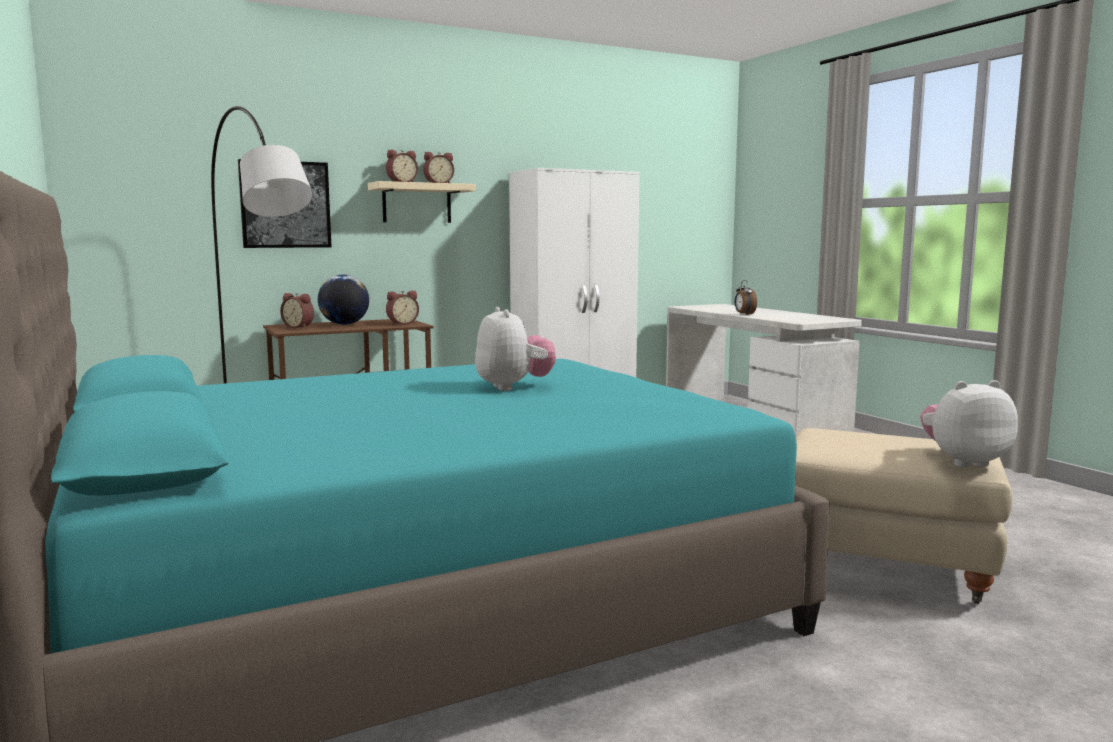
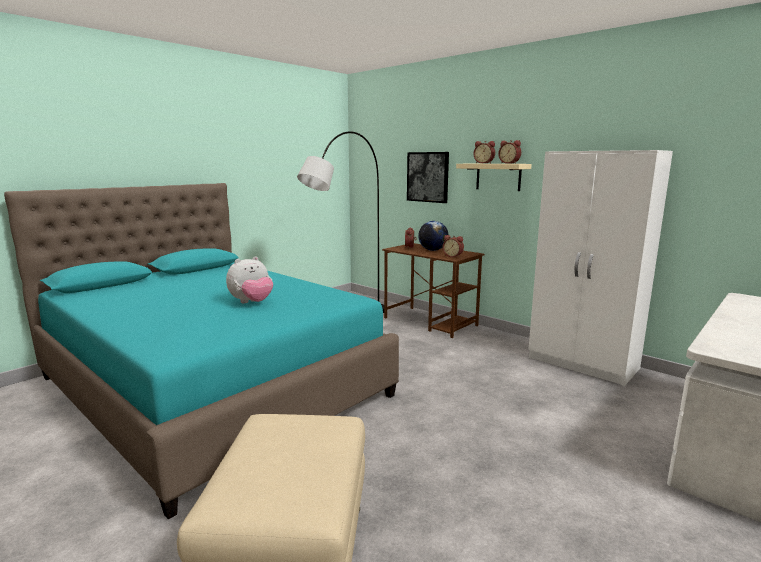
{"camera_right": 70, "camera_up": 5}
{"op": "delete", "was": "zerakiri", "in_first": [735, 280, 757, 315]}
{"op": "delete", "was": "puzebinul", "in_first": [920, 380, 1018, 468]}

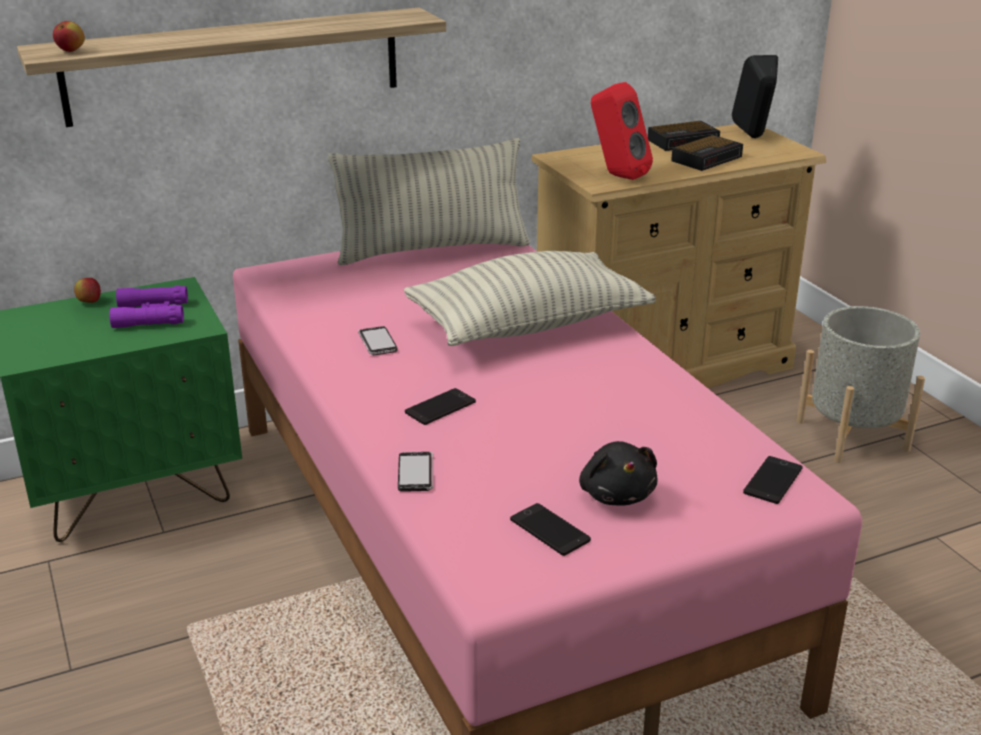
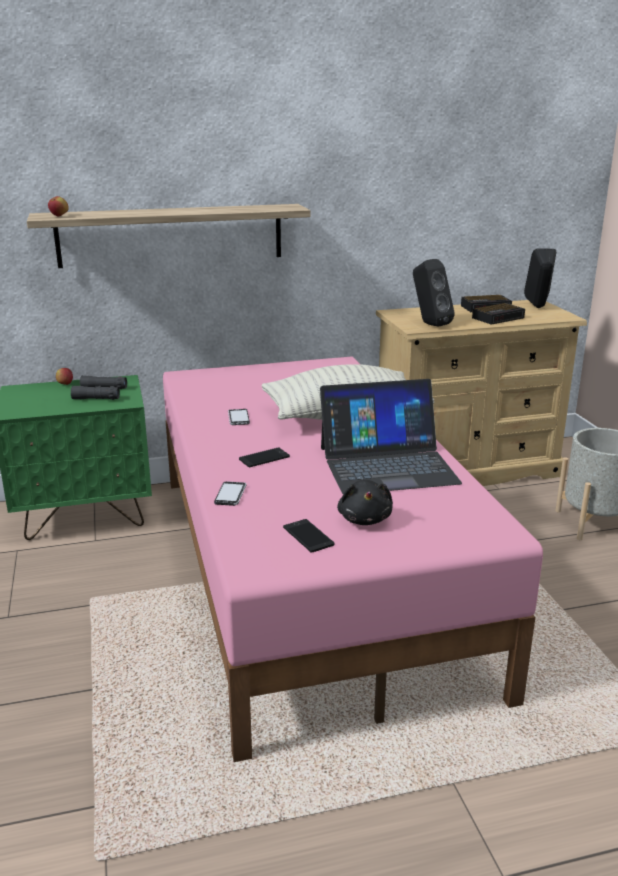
{"camera_right": 10, "camera_up": -5}
{"op": "recolor", "was": "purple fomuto", "now": "black fomuto", "in_first": [109, 286, 188, 328], "in_second": [71, 376, 127, 400]}
{"op": "insert", "now": "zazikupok", "in_second": [320, 379, 462, 494]}
{"op": "recolor", "was": "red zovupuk", "now": "black zovupuk", "in_first": [591, 82, 653, 180], "in_second": [413, 259, 455, 327]}
{"op": "delete", "was": "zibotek", "in_first": [328, 138, 530, 265]}
{"op": "delete", "was": "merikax", "in_first": [743, 456, 803, 504]}

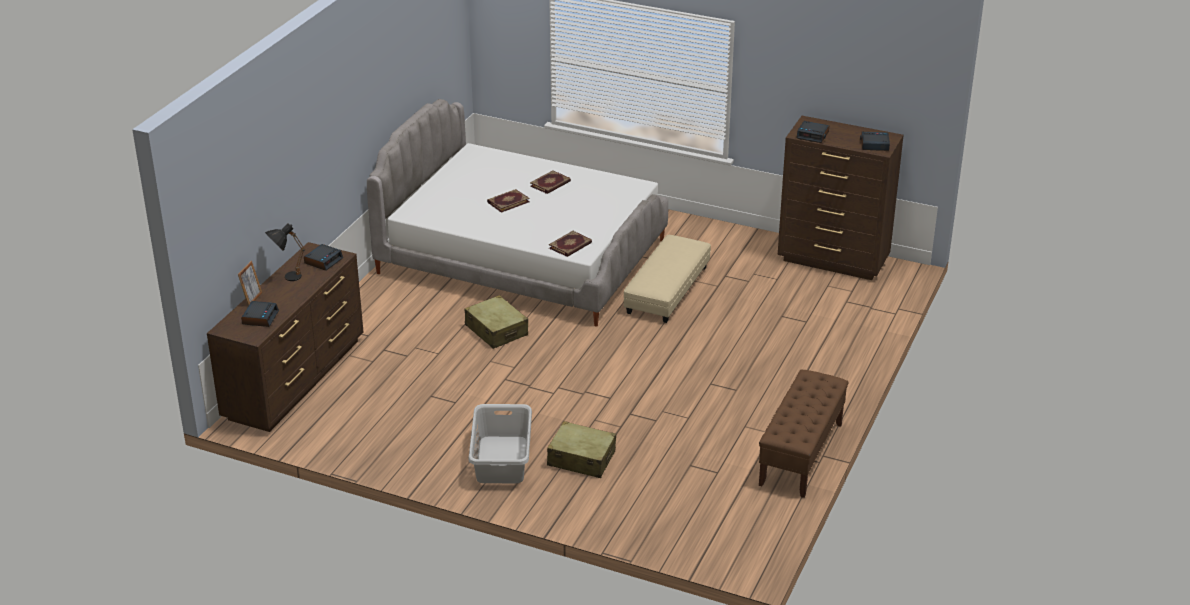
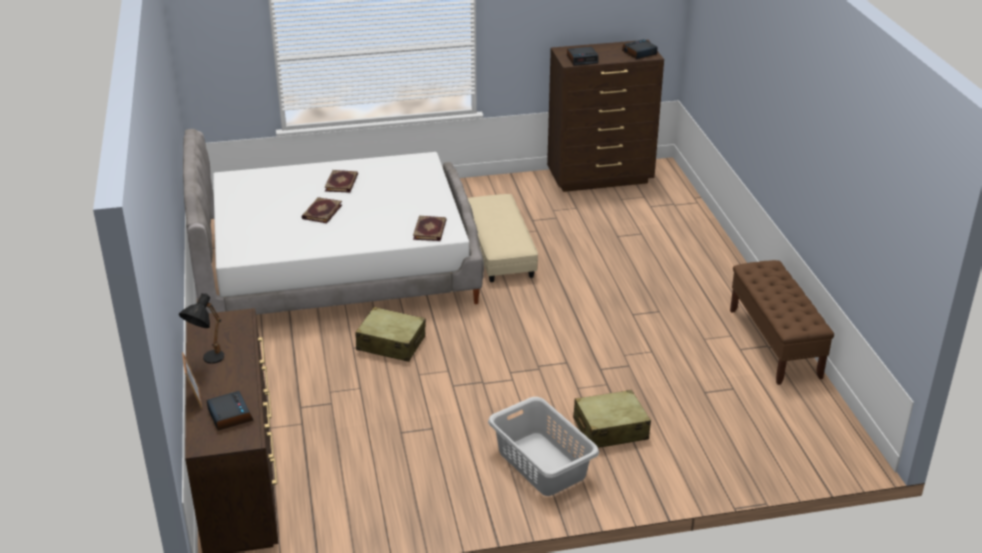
{"camera_right": -35, "camera_up": 0}
{"op": "delete", "was": "zerakiri", "in_first": [304, 244, 343, 271]}

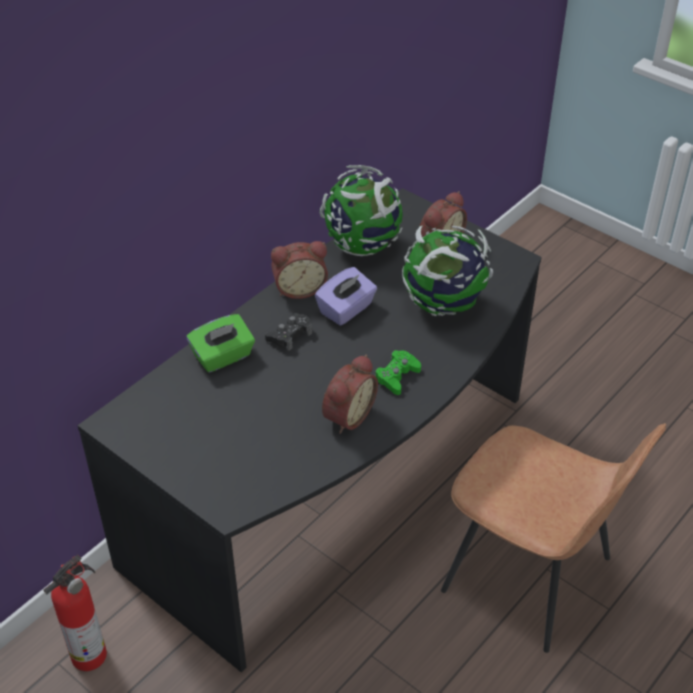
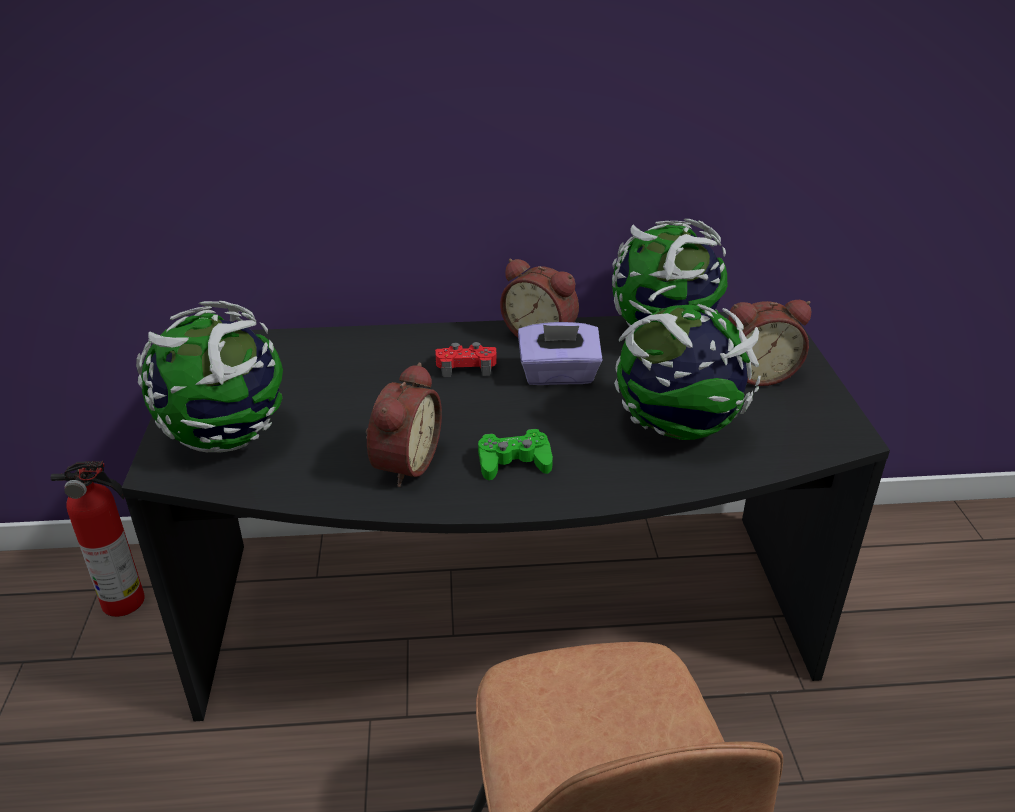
{"camera_right": 45, "camera_up": -10}
{"op": "insert", "now": "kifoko", "in_second": [136, 301, 283, 452]}
{"op": "rotate", "was": "zerakiri", "in_first": [322, 355, 378, 434], "in_second": [366, 363, 442, 487], "clockwise": -60}
{"op": "recolor", "was": "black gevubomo", "now": "red gevubomo", "in_first": [265, 313, 312, 351], "in_second": [435, 342, 497, 377]}
{"op": "delete", "was": "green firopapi", "in_first": [186, 314, 255, 373]}

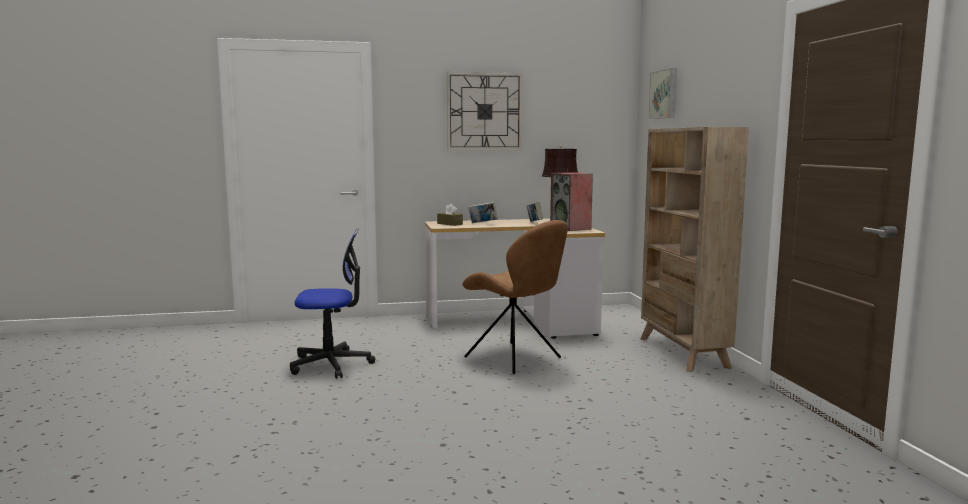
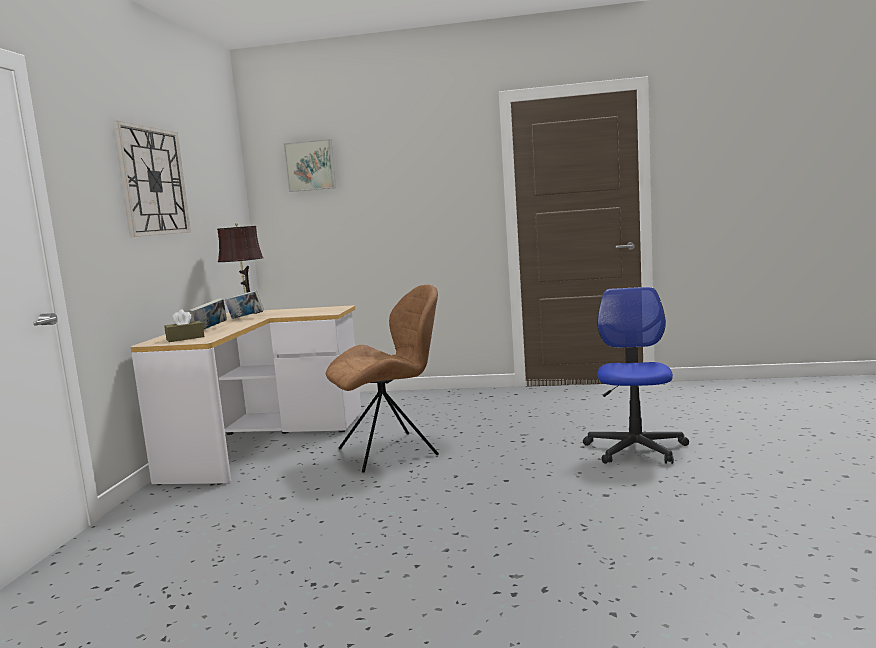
{"camera_right": -70, "camera_up": 0}
{"op": "move", "was": "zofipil", "in_first": [290, 228, 375, 379], "in_second": [583, 287, 689, 464]}
{"op": "delete", "was": "zovupuk", "in_first": [550, 172, 593, 231]}
{"op": "delete", "was": "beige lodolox", "in_first": [640, 127, 749, 372]}

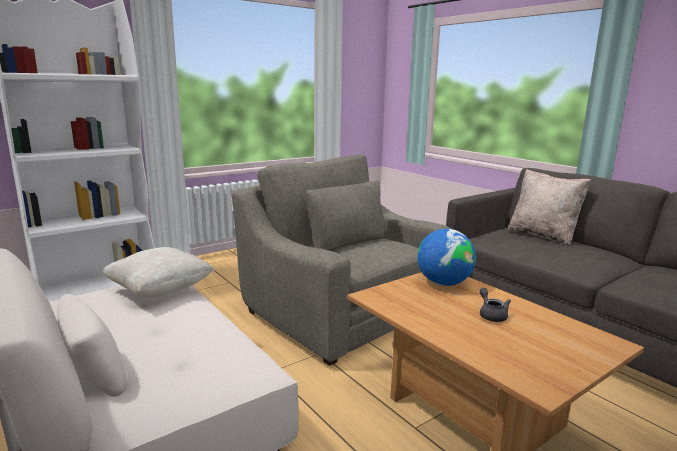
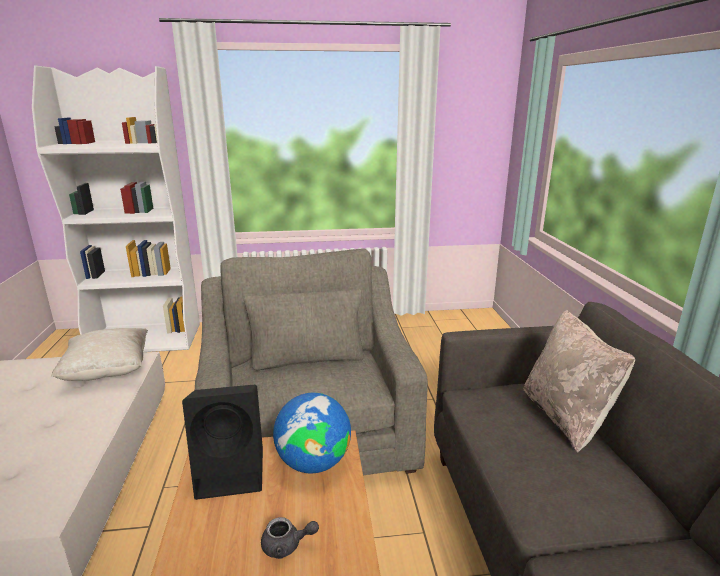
{"camera_right": 30, "camera_up": 5}
{"op": "insert", "now": "black zovupuk", "in_second": [182, 385, 263, 500]}
{"op": "rotate", "was": "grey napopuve", "in_first": [479, 288, 511, 322], "in_second": [261, 517, 319, 559], "clockwise": 75}

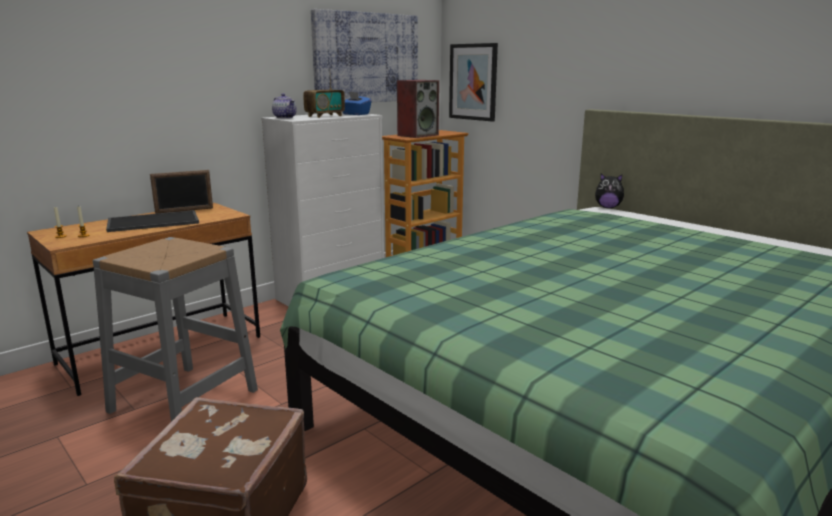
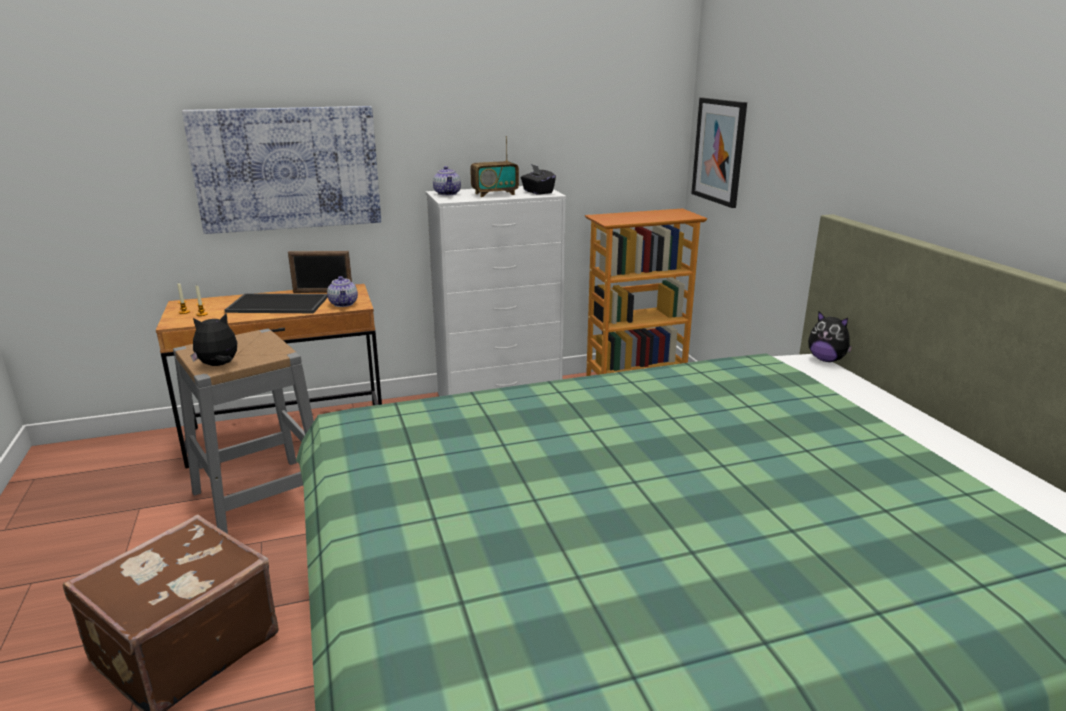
{"camera_right": 25, "camera_up": 5}
{"op": "move", "was": "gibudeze", "in_first": [311, 9, 418, 102], "in_second": [182, 106, 381, 234]}
{"op": "insert", "now": "puzebinul", "in_second": [191, 313, 237, 366]}
{"op": "insert", "now": "napopuve", "in_second": [327, 276, 358, 307]}
{"op": "recolor", "was": "blue firopapi", "now": "black firopapi", "in_first": [343, 92, 372, 115], "in_second": [521, 164, 556, 195]}
{"op": "delete", "was": "zovupuk", "in_first": [397, 80, 439, 138]}

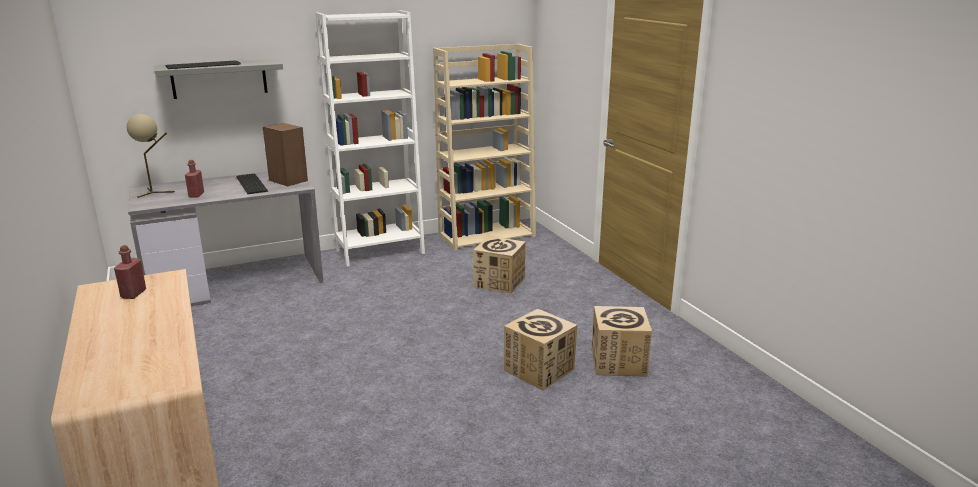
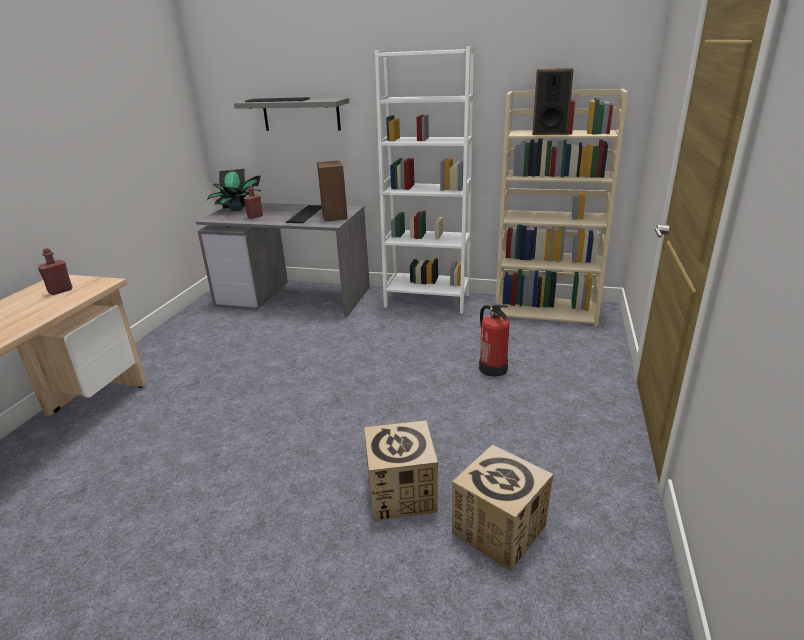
{"camera_right": 40, "camera_up": 5}
{"op": "replace", "was": "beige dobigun", "now": "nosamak", "in_first": [127, 114, 175, 198], "in_second": [207, 169, 261, 211]}
{"op": "replace", "was": "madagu", "now": "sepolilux", "in_first": [473, 236, 526, 294], "in_second": [479, 304, 510, 377]}
{"op": "insert", "now": "zovupuk", "in_second": [533, 68, 574, 135]}

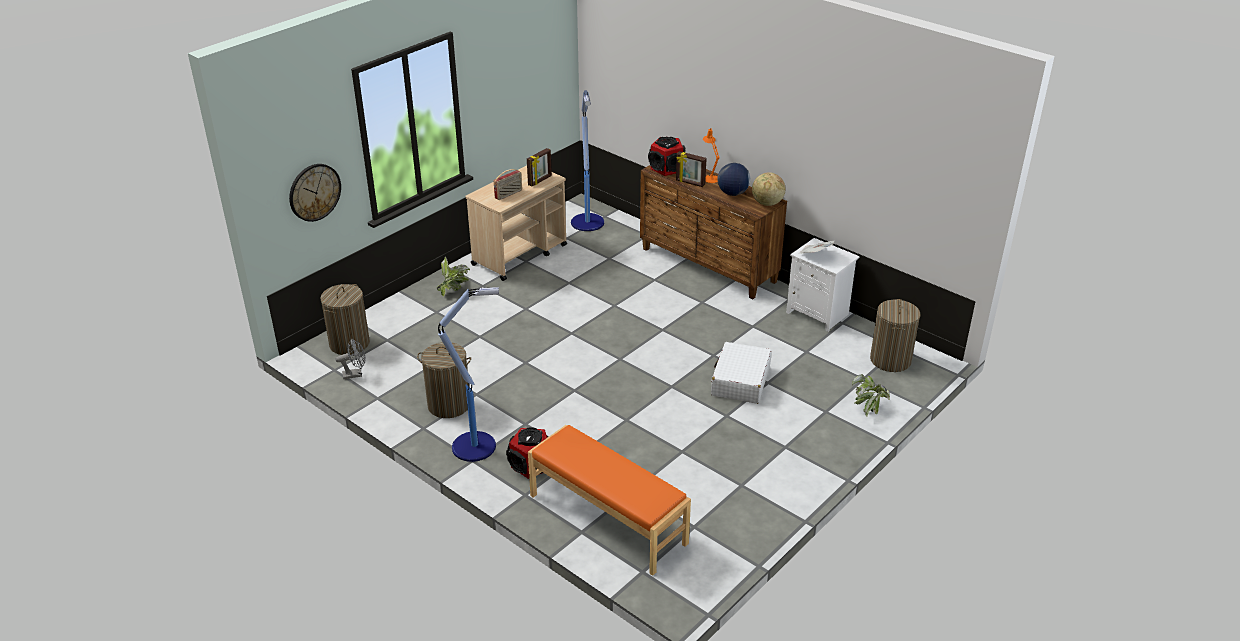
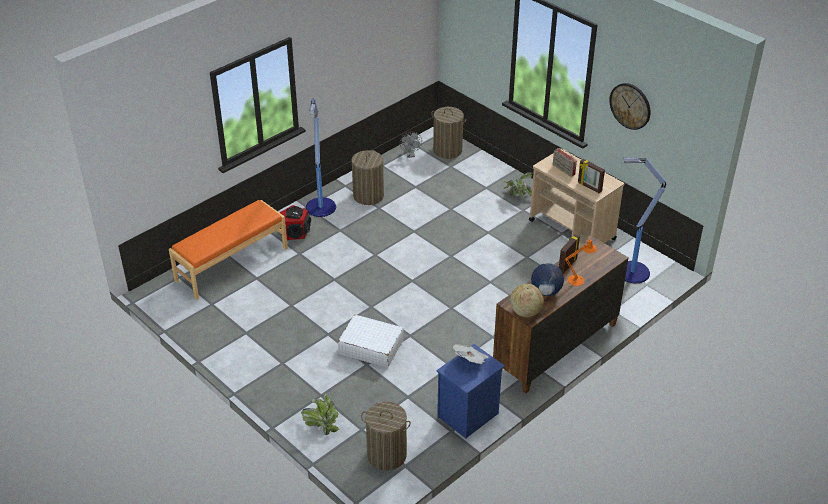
{"camera_right": 95, "camera_up": 5}
{"op": "recolor", "was": "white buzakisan", "now": "blue buzakisan", "in_first": [786, 238, 860, 332], "in_second": [437, 344, 505, 438]}
{"op": "move", "was": "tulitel", "in_first": [289, 164, 341, 222], "in_second": [609, 83, 650, 130]}
{"op": "delete", "was": "zovupuk", "in_first": [648, 136, 685, 176]}

